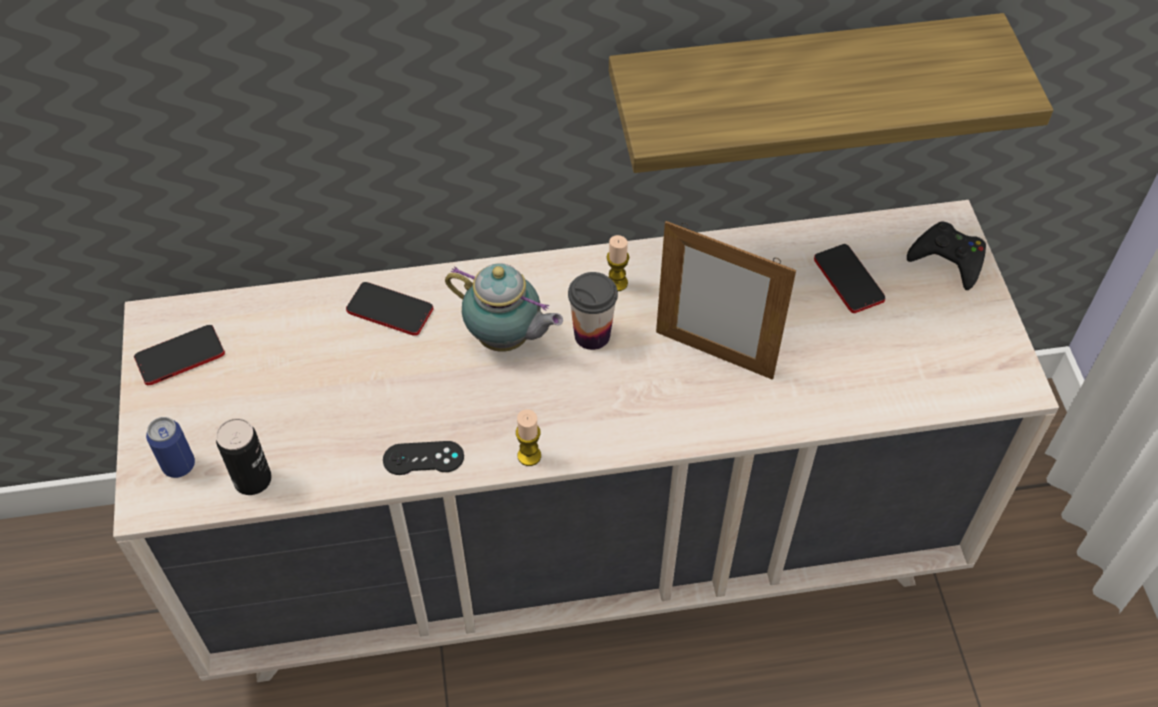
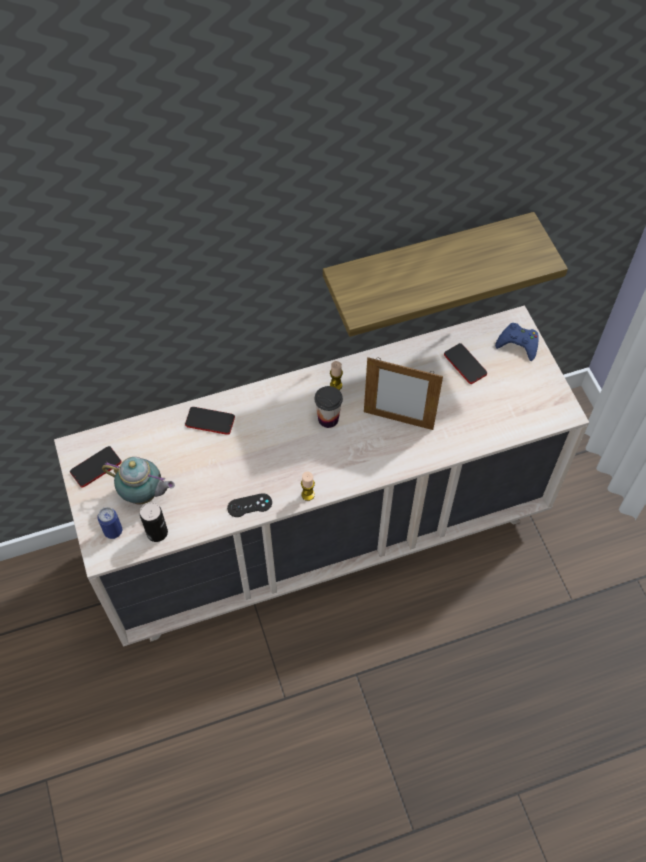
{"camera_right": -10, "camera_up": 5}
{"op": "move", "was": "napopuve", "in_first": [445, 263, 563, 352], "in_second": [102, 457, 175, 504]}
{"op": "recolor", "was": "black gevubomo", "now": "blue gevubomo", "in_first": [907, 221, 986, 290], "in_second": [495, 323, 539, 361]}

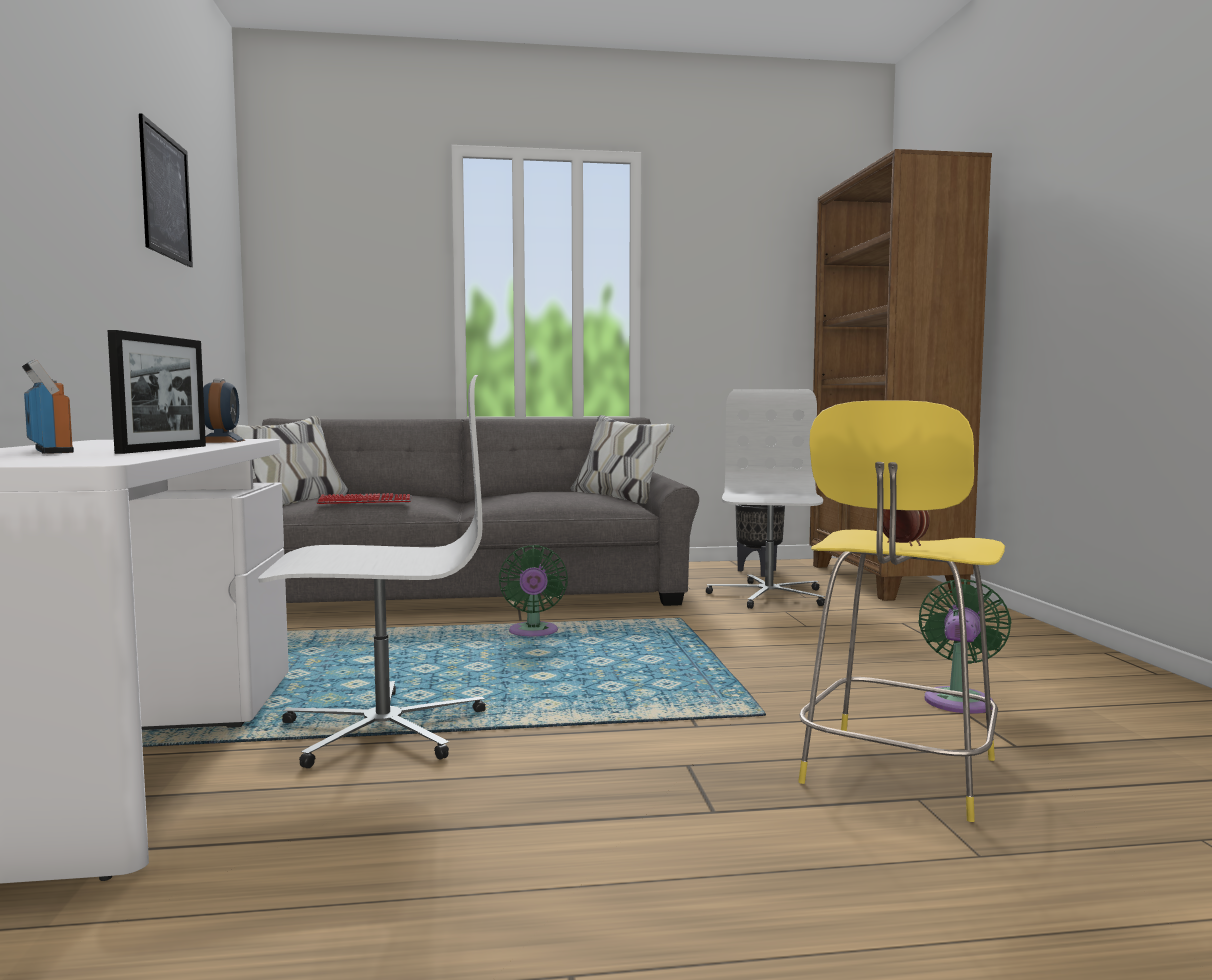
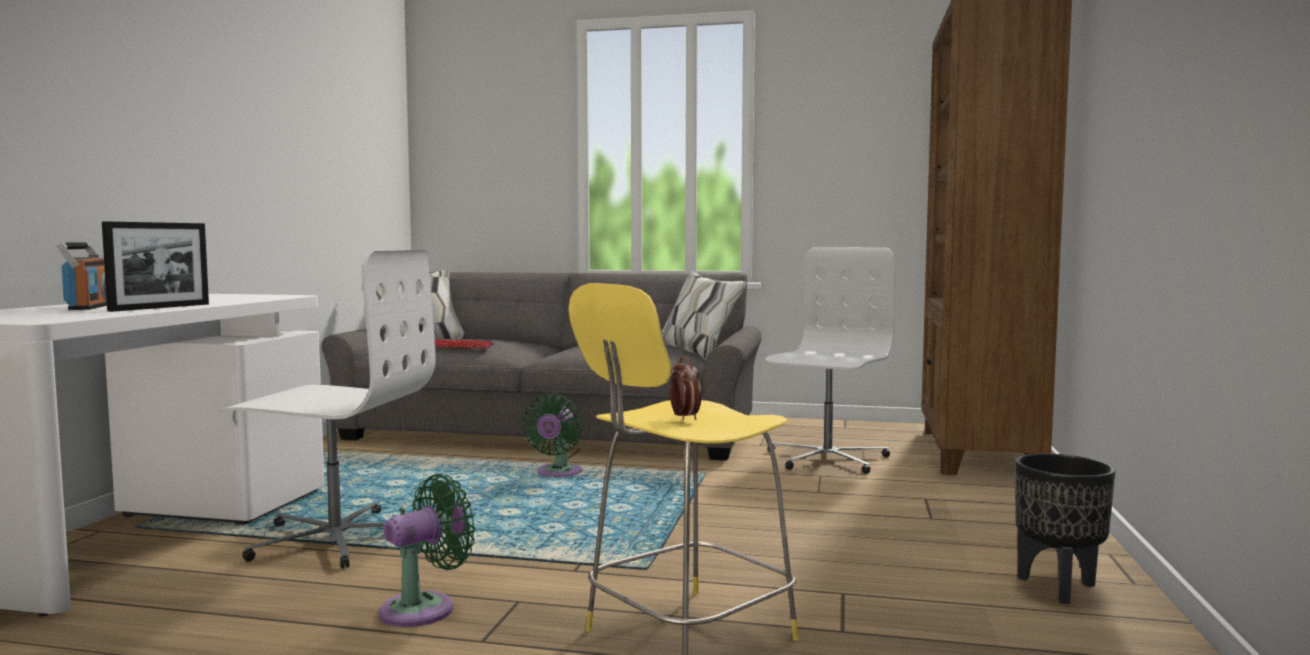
{"camera_right": 20, "camera_up": 0}
{"op": "move", "was": "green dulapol", "in_first": [918, 579, 1011, 714], "in_second": [379, 473, 475, 627]}
{"op": "move", "was": "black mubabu", "in_first": [735, 505, 785, 577], "in_second": [1015, 453, 1116, 604]}
{"op": "delete", "was": "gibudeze", "in_first": [139, 113, 193, 267]}
{"op": "delete", "was": "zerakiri", "in_first": [203, 378, 245, 443]}

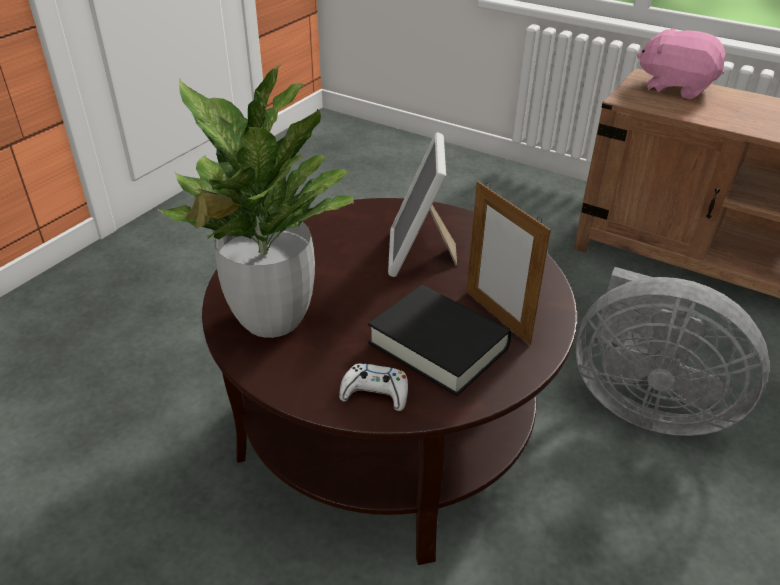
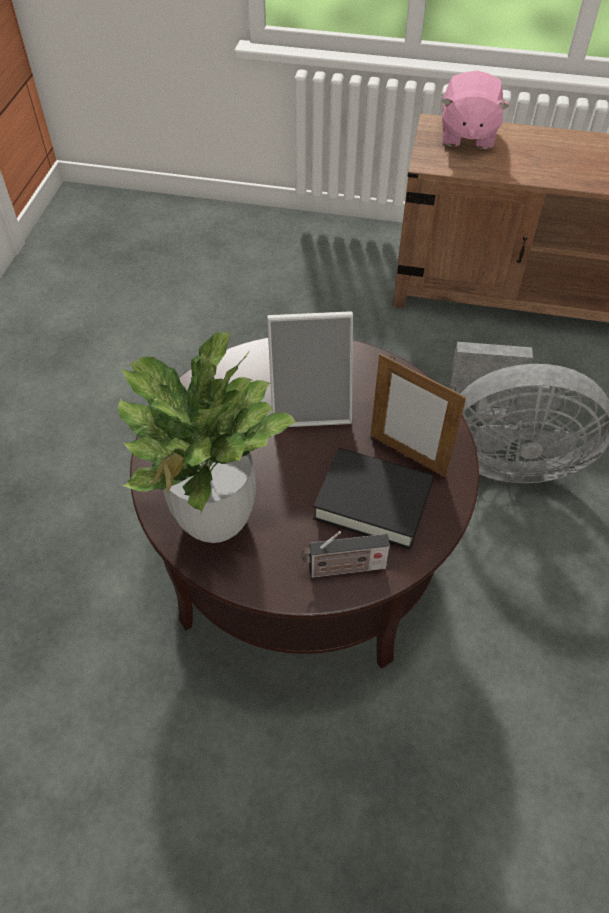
{"camera_right": -20, "camera_up": 15}
{"op": "rotate", "was": "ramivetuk", "in_first": [388, 133, 457, 277], "in_second": [267, 311, 353, 427], "clockwise": -75}
{"op": "replace", "was": "white gevubomo", "now": "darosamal", "in_first": [339, 363, 408, 411], "in_second": [301, 531, 390, 578]}
{"op": "rotate", "was": "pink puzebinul", "in_first": [637, 28, 725, 99], "in_second": [441, 71, 510, 149], "clockwise": -90}

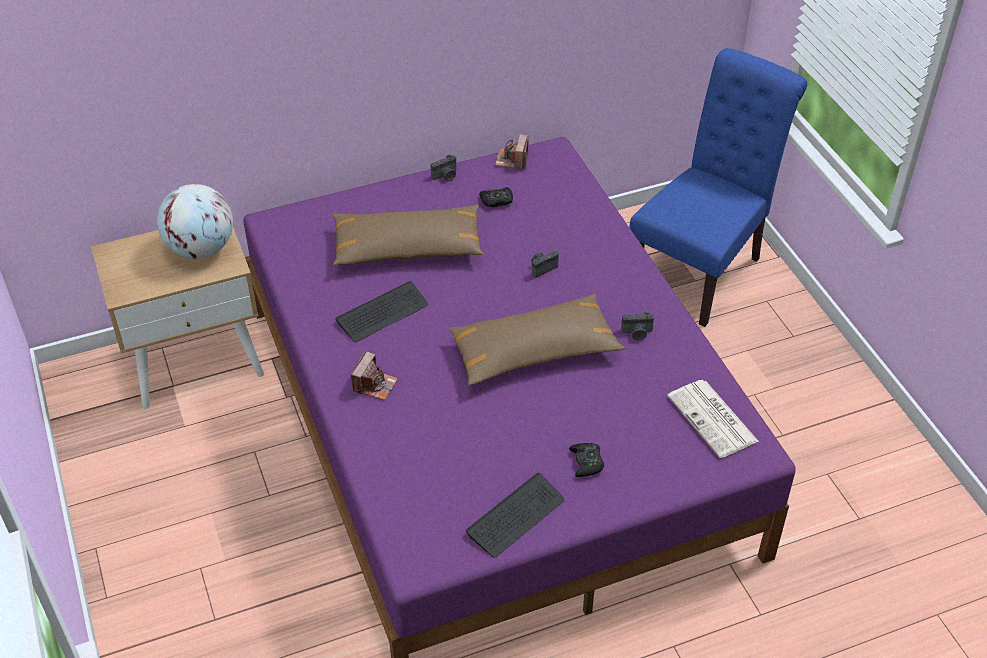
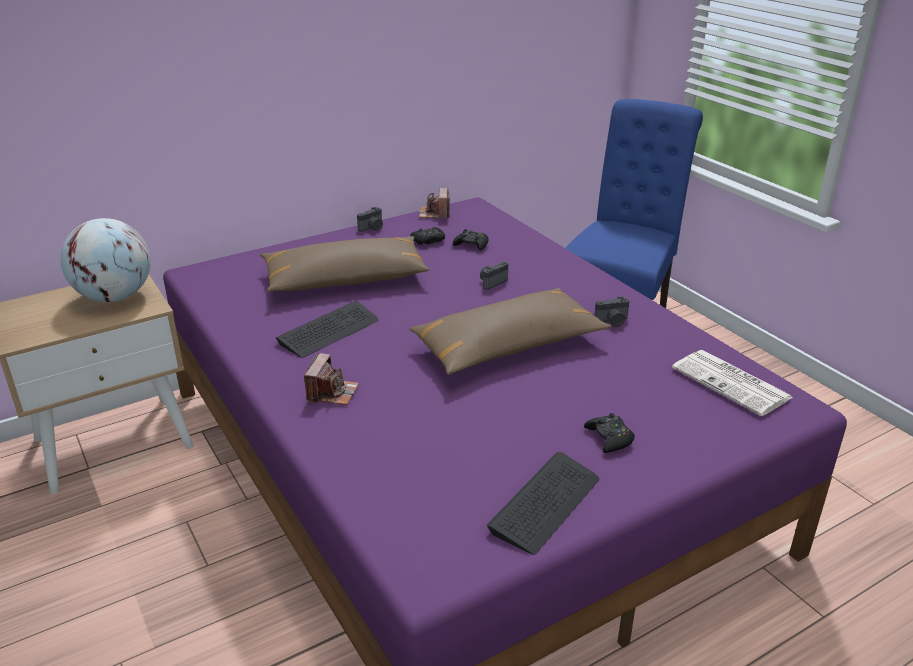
{"camera_right": -10, "camera_up": -15}
{"op": "insert", "now": "black gevubomo", "in_second": [453, 229, 488, 251]}

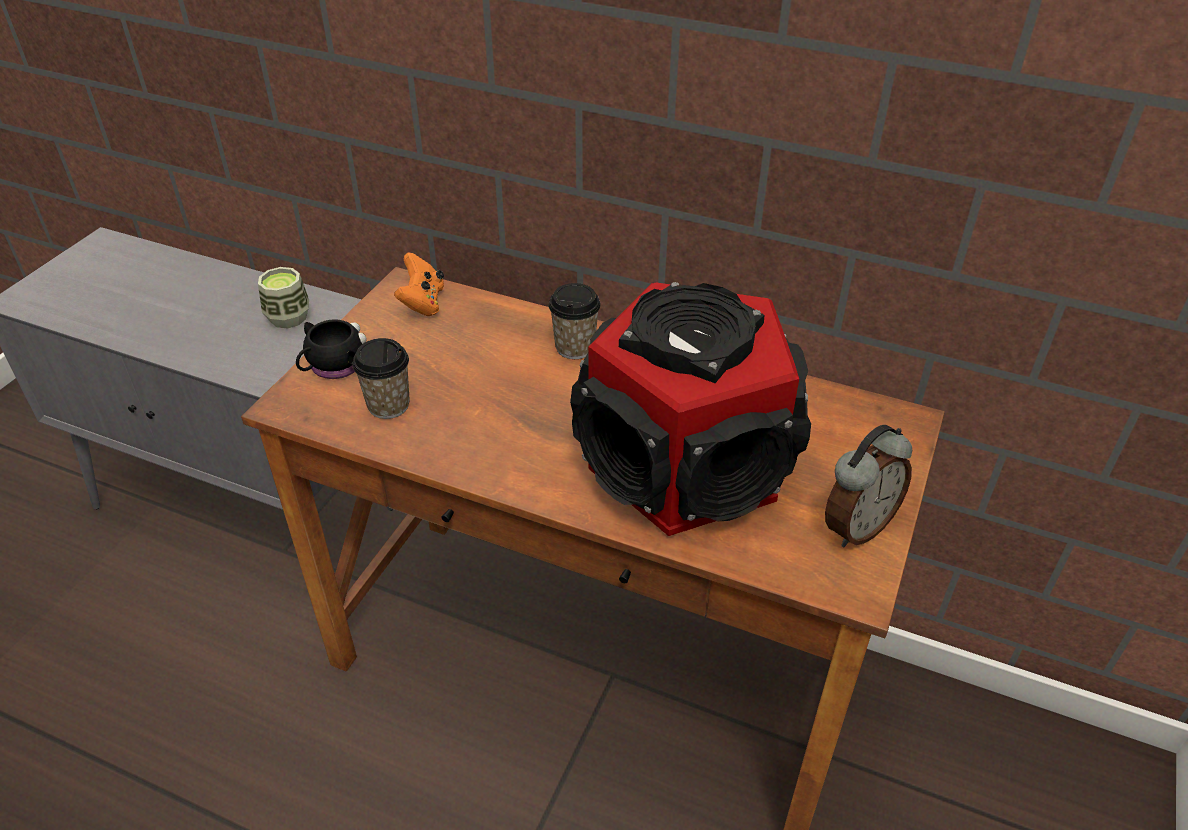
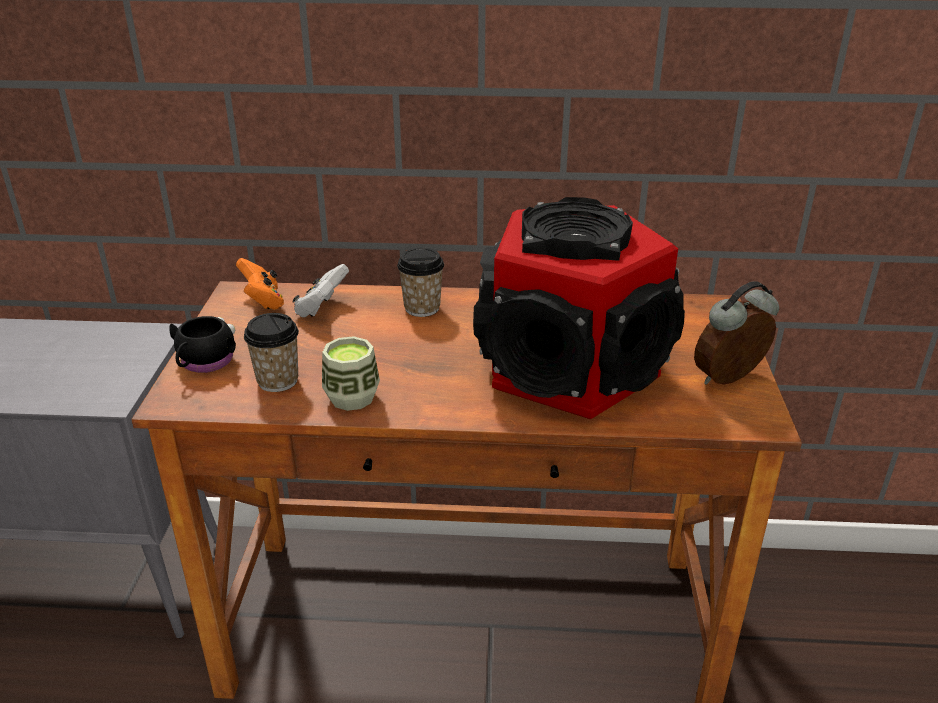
{"camera_right": -20, "camera_up": -10}
{"op": "insert", "now": "white gevubomo", "in_second": [293, 264, 349, 317]}
{"op": "move", "was": "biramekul", "in_first": [258, 267, 309, 328], "in_second": [322, 336, 380, 411]}
{"op": "rotate", "was": "zerakiri", "in_first": [825, 425, 912, 547], "in_second": [694, 281, 779, 385], "clockwise": -150}

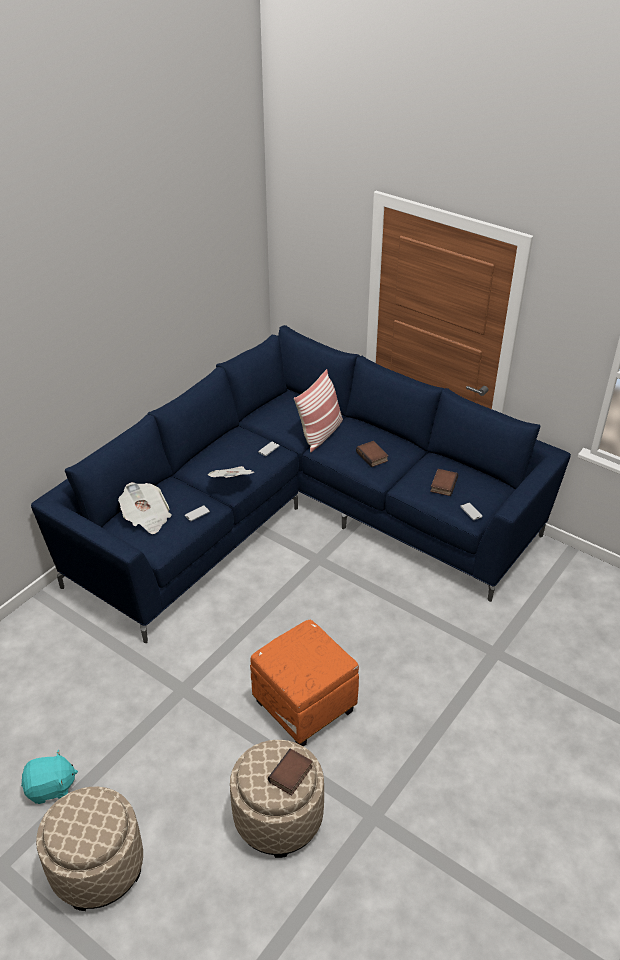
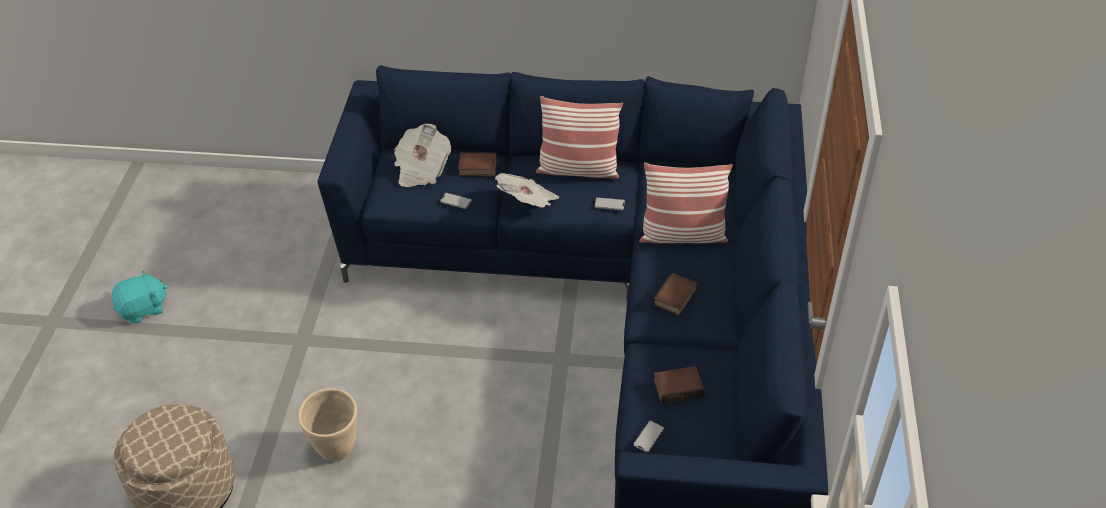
{"camera_right": 60, "camera_up": 5}
{"op": "rotate", "was": "turquoise puzebinul", "in_first": [21, 750, 78, 804], "in_second": [112, 270, 168, 324], "clockwise": -75}
{"op": "replace", "was": "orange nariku", "now": "beige mubabu", "in_first": [250, 620, 359, 747], "in_second": [298, 389, 357, 461]}
{"op": "move", "was": "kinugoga", "in_first": [268, 748, 313, 795], "in_second": [458, 152, 497, 177]}
{"op": "insert", "now": "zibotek", "in_second": [536, 96, 623, 179]}
{"op": "delete", "was": "beige nariku", "in_first": [36, 787, 143, 911]}

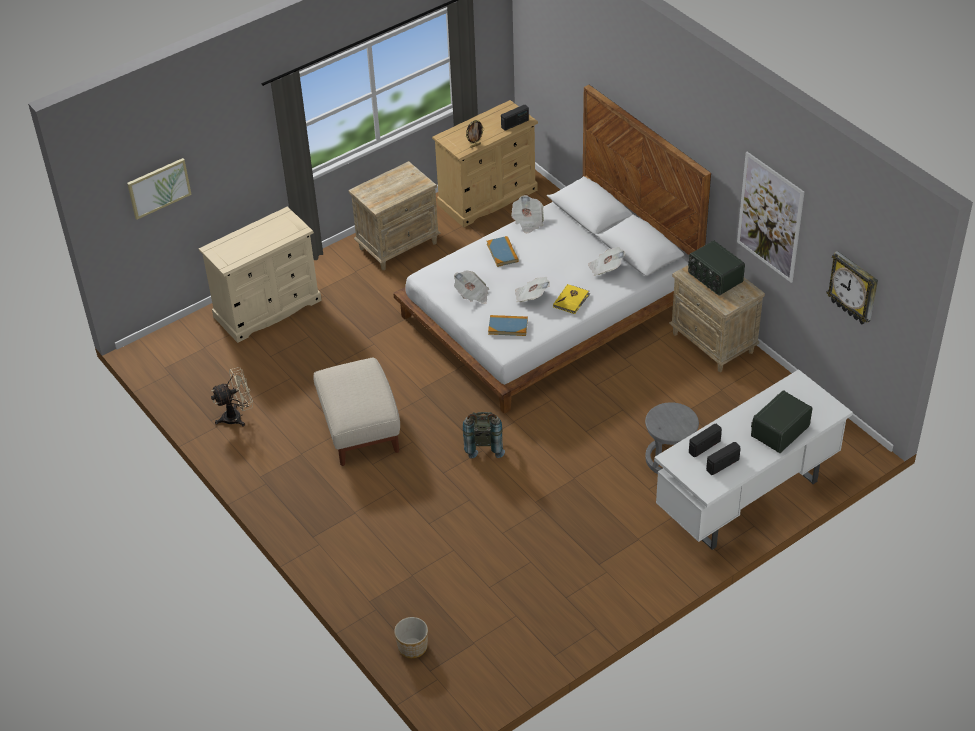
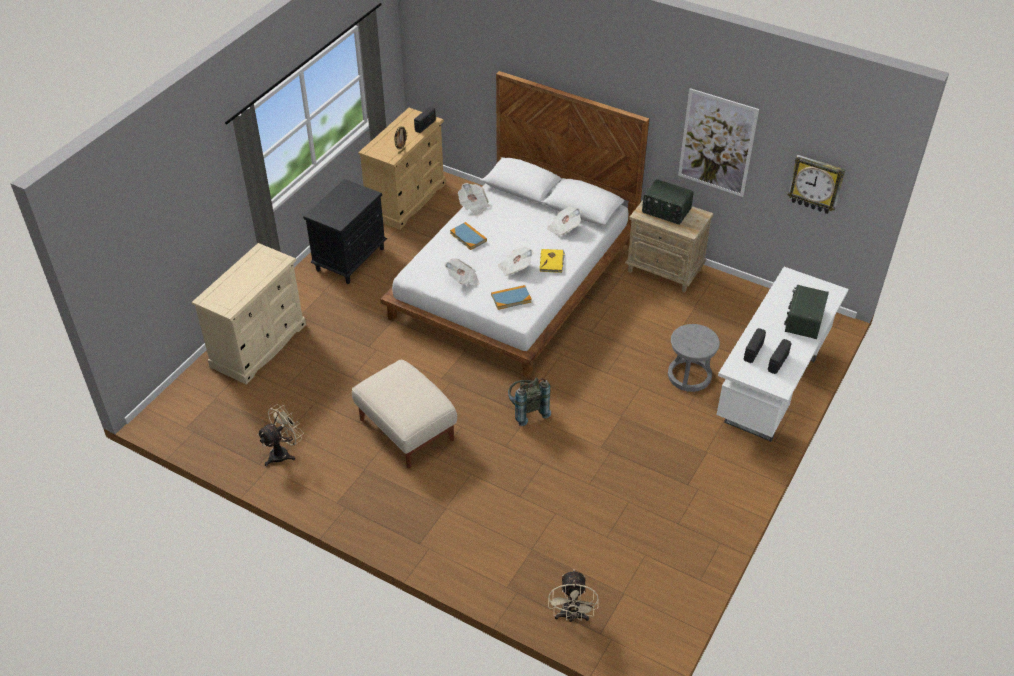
{"camera_right": -25, "camera_up": 0}
{"op": "recolor", "was": "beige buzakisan", "now": "black buzakisan", "in_first": [348, 161, 441, 270], "in_second": [303, 179, 387, 284]}
{"op": "replace", "was": "mubabu", "now": "beige dulapol", "in_first": [394, 617, 428, 658], "in_second": [548, 569, 598, 622]}
{"op": "delete", "was": "gibudeze", "in_first": [127, 158, 192, 219]}

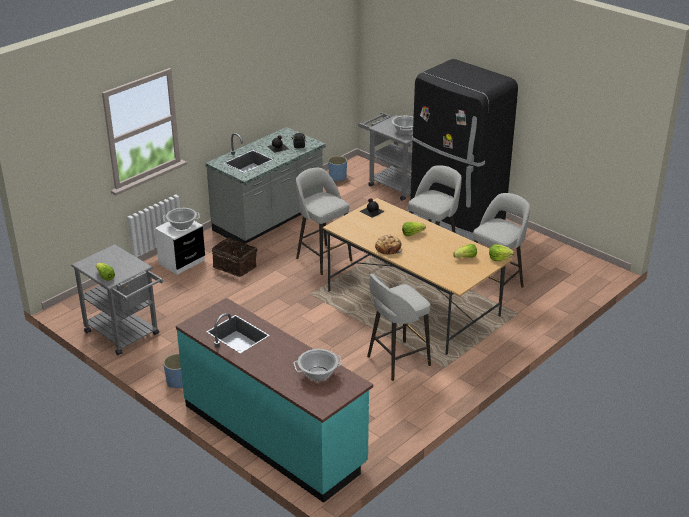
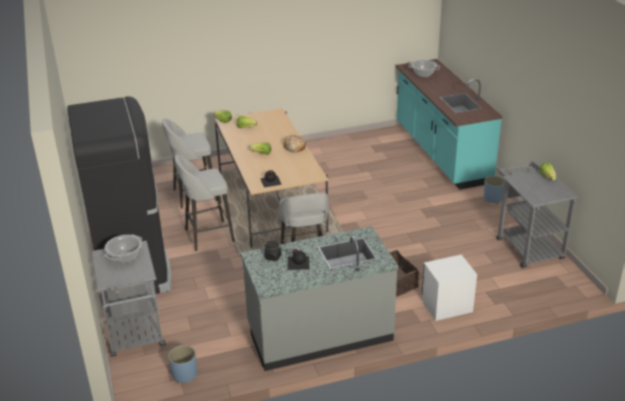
{"camera_right": -150, "camera_up": 0}
{"op": "delete", "was": "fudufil", "in_first": [163, 208, 200, 230]}
{"op": "delete", "was": "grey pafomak", "in_first": [367, 273, 431, 381]}

